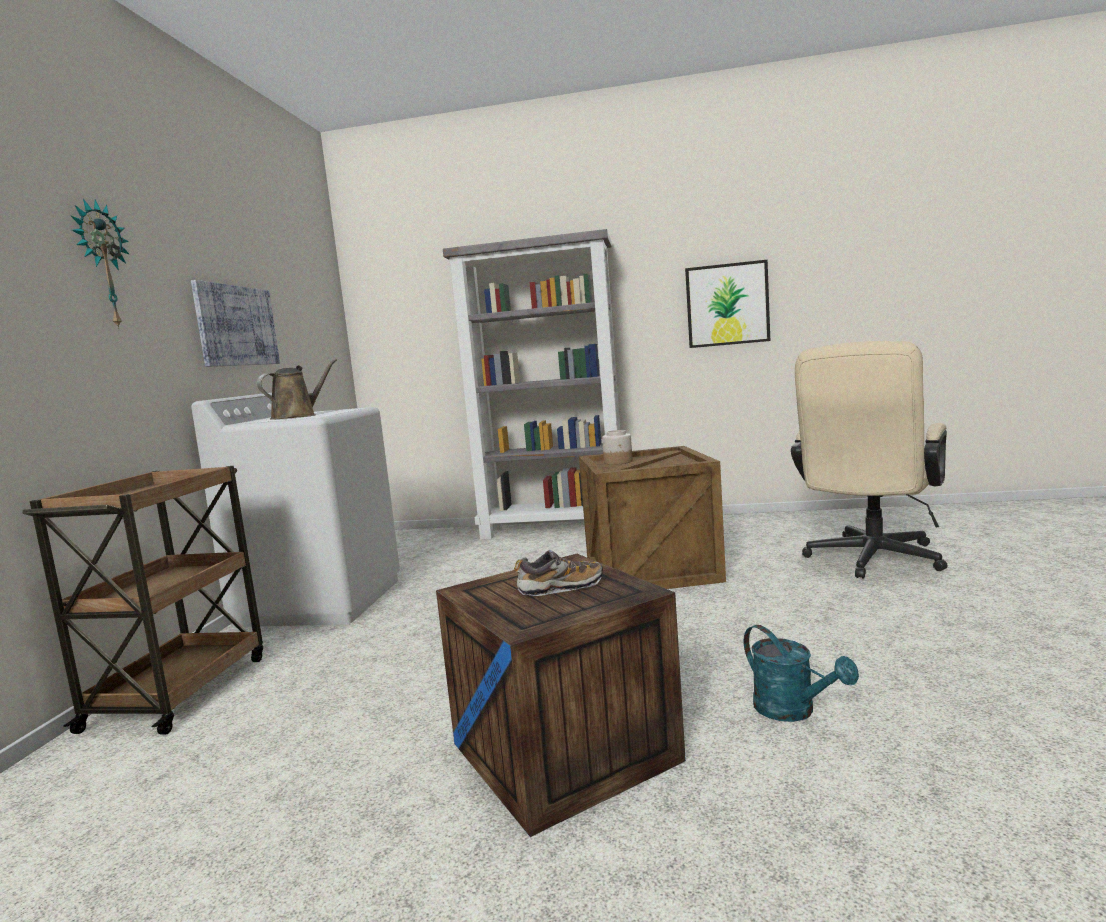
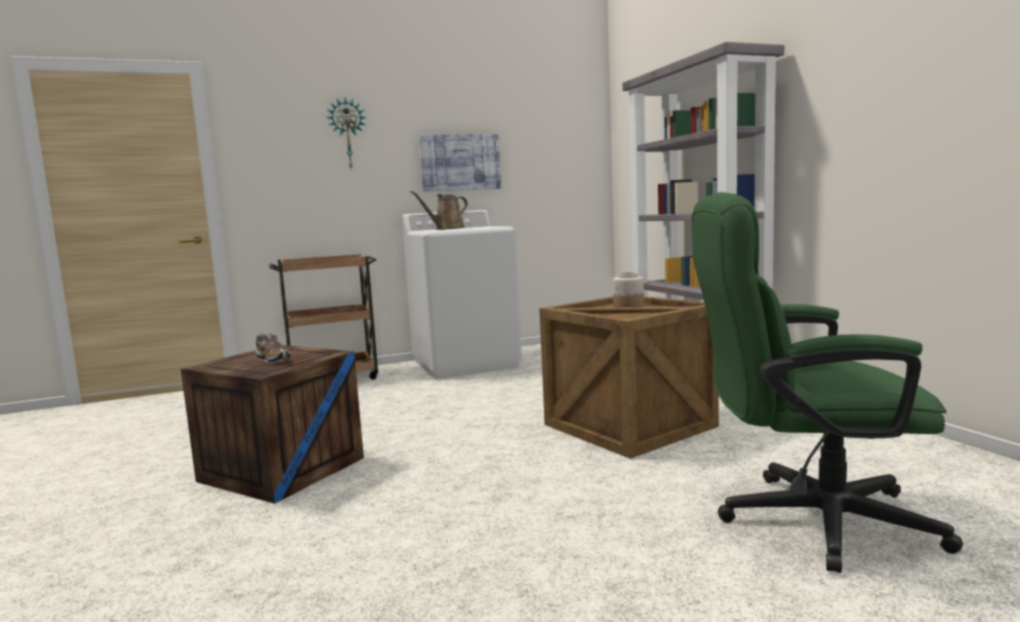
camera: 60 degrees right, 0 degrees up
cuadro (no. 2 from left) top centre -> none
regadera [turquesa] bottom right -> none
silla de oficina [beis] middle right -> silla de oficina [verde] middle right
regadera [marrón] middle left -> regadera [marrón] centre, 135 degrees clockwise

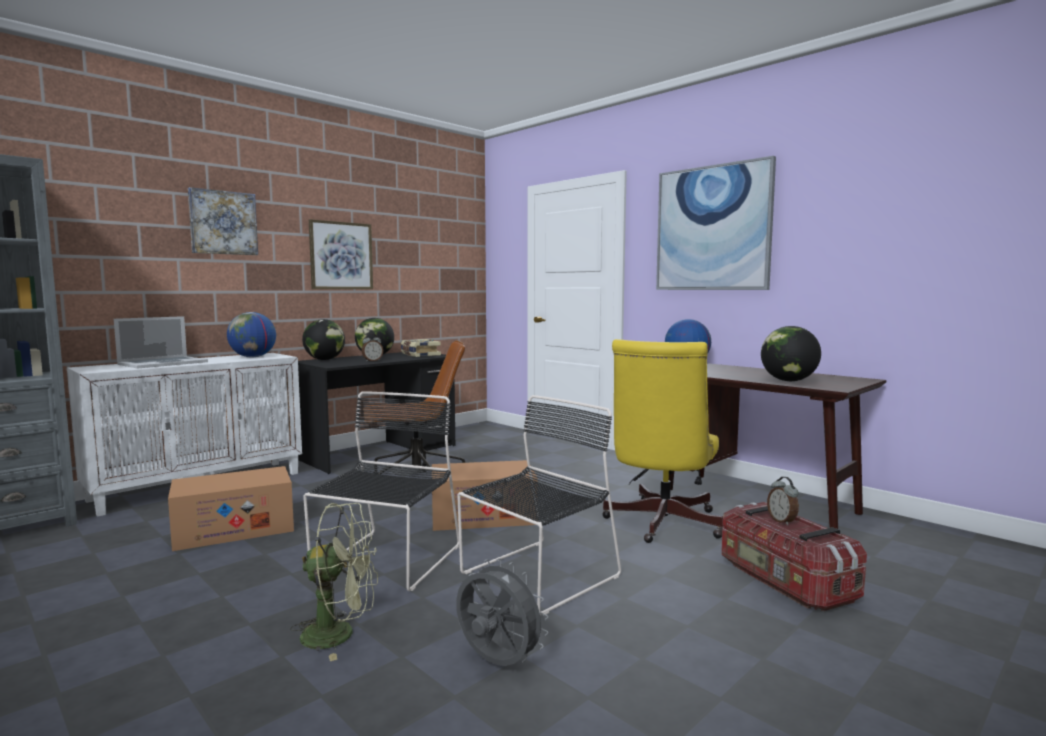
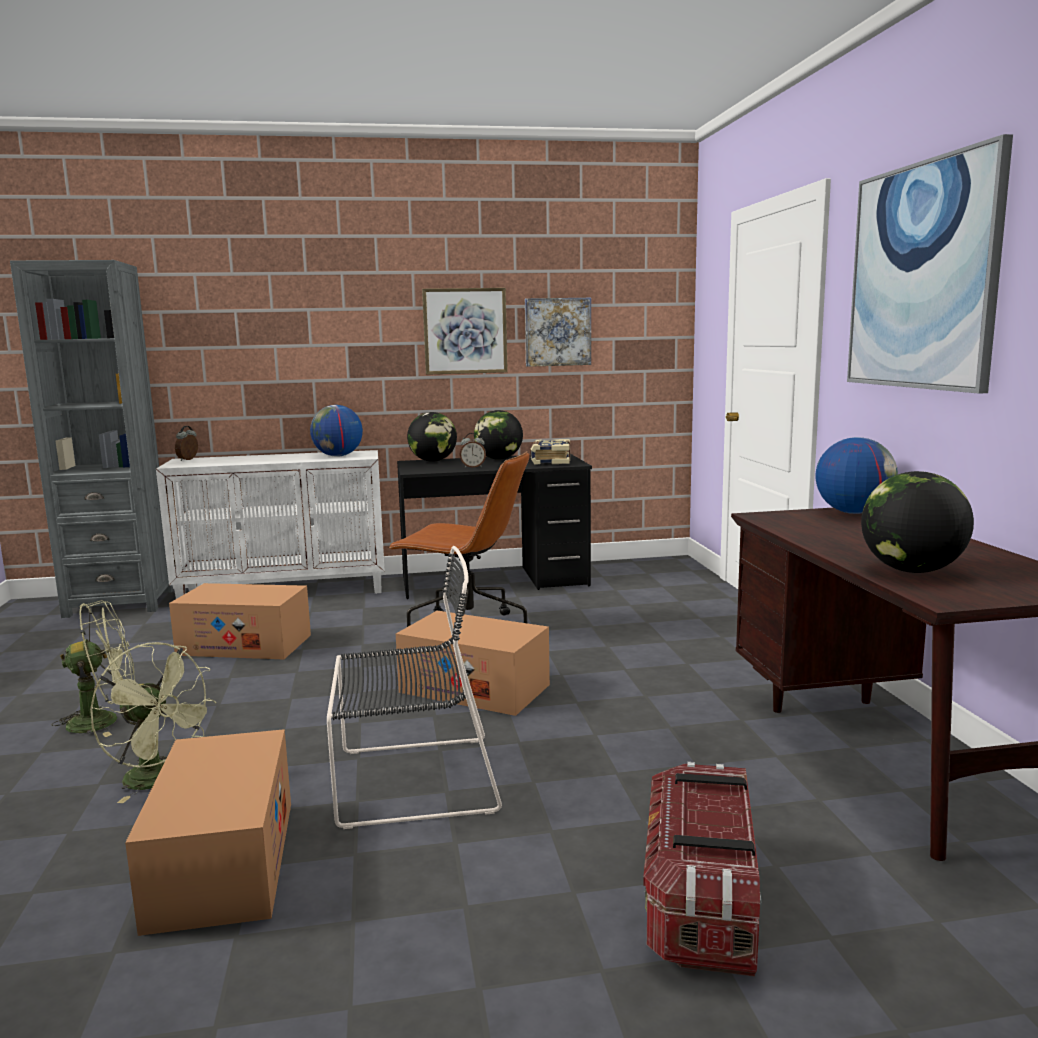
camera: 35 degrees right, 5 degrees up
portátil middle left -> none
silla [negro] (no. 1 from left) bottom centre -> none
silla de oficina [amarillo] centre -> none
none -> ventilador [verde] (no. 1 from left) middle left
cuadro (no. 1 from left in the first image) top left -> cuadro (no. 2 from left) top centre, relocated
despertador (no. 2 from left in the first image) bottom right -> despertador (no. 1 from left) middle left, relocated
ventilador [gris] bottom centre -> caja de cartón (no. 1 from left) bottom left

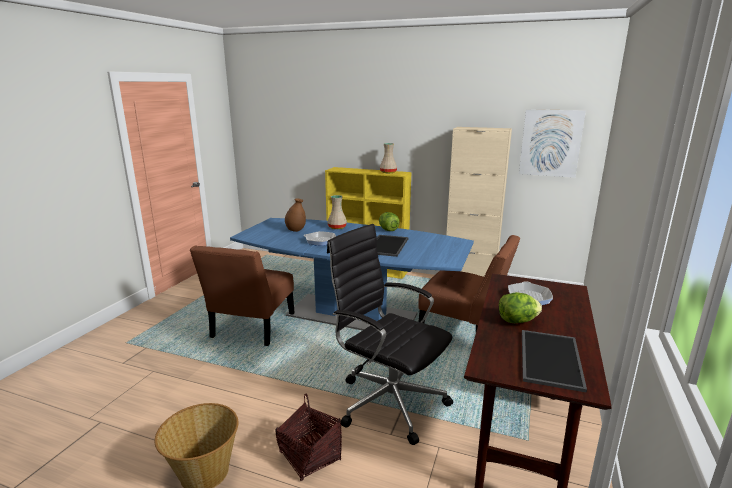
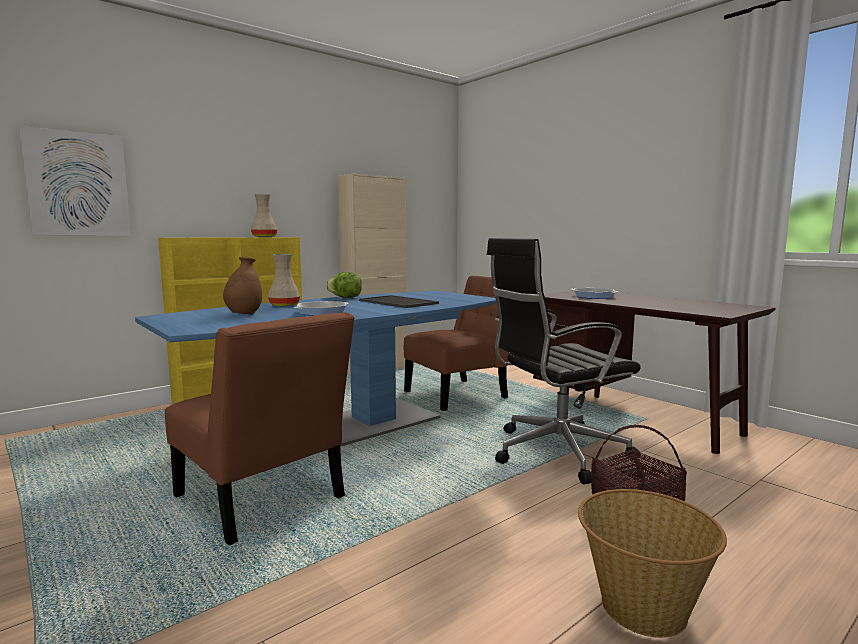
camera: 60 degrees left, 10 degrees down
lechuga (no. 2 from left) middle right -> none
bandeja (no. 2 from left) bottom right -> none
cuadro top right -> cuadro top left, relocated

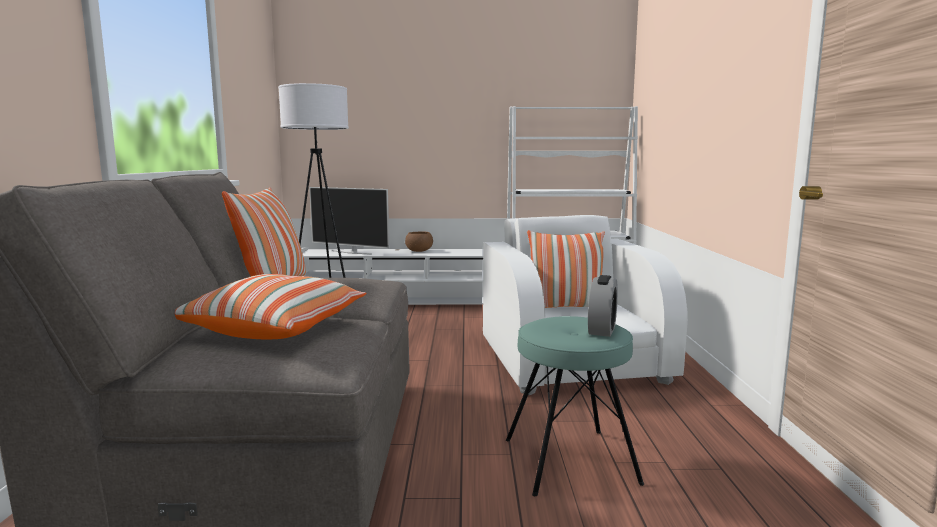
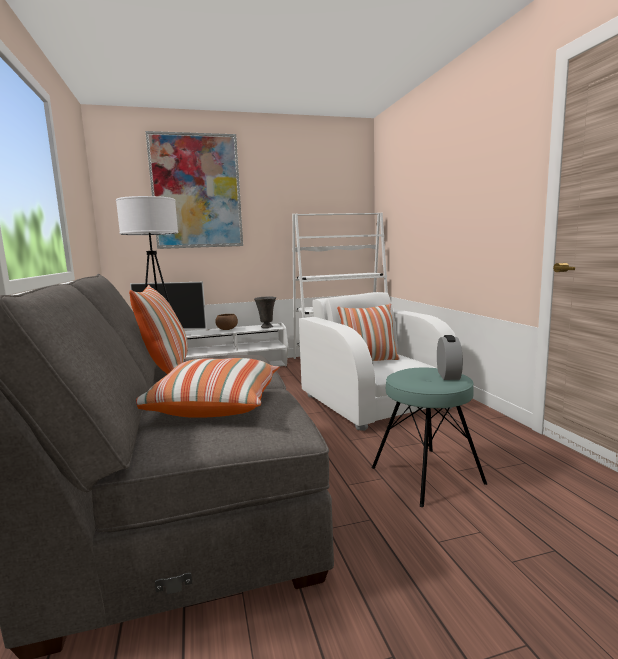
camera: 15 degrees left, 0 degrees up
none -> cuadro top left
none -> florero [gris] centre

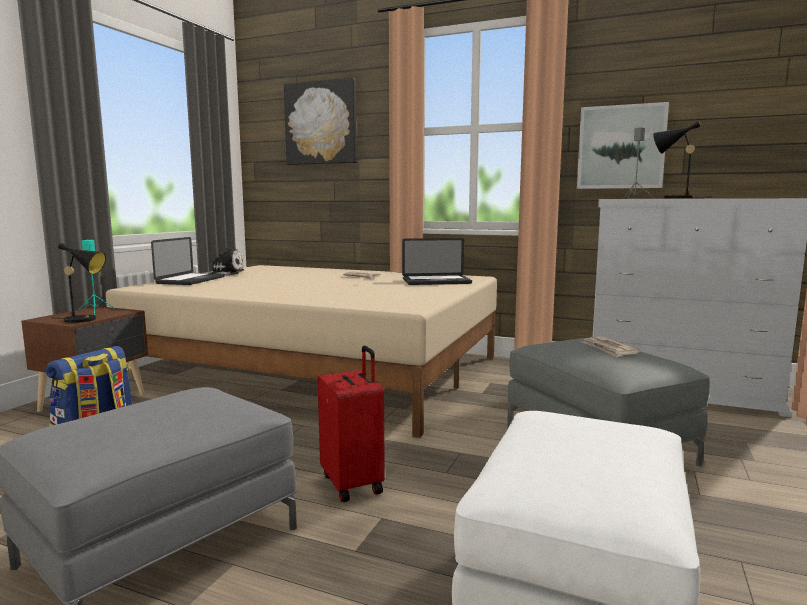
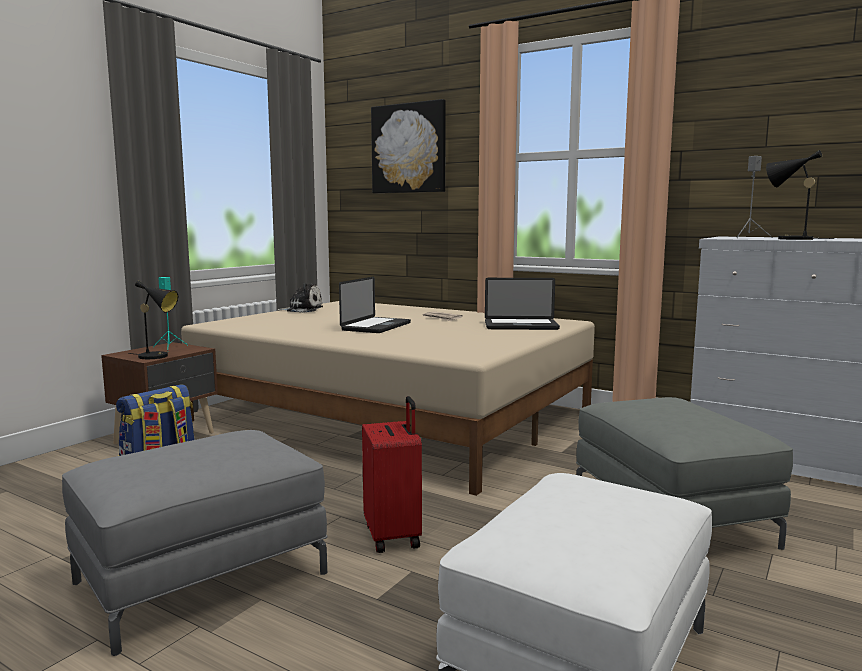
camera: 10 degrees right, 0 degrees up
cuadro (no. 2 from left) top right -> none
periódico (no. 2 from left) middle right -> none
portátil (no. 1 from left) middle left -> portátil (no. 1 from left) centre, relocated

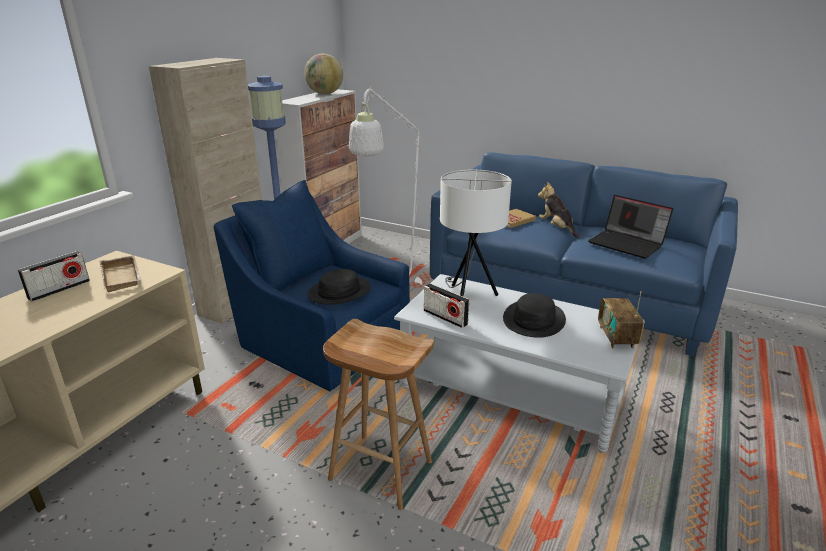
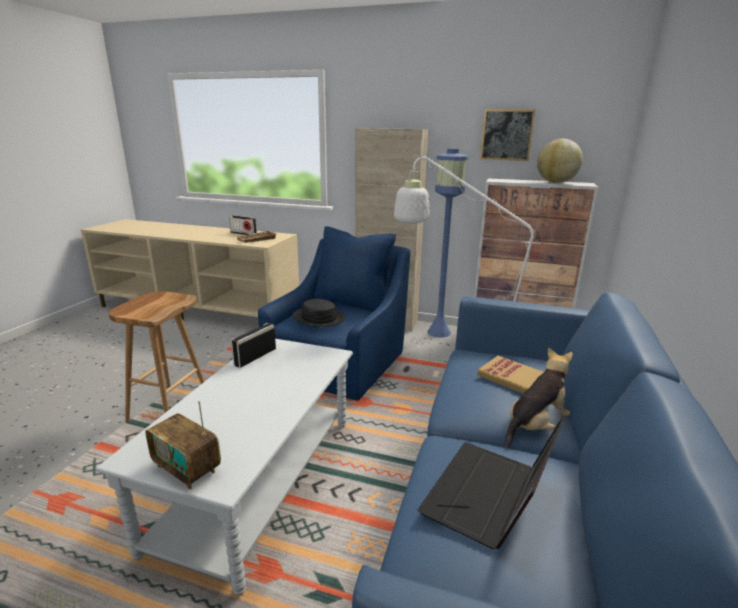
camera: 80 degrees right, 5 degrees down
lámpara de mesa [blanco] centre -> none
sombrero [negro] (no. 2 from left) centre -> none
none -> cuadro top right
radio (no. 3 from left in the first image) middle right -> radio (no. 1 from left) bottom left, 135 degrees counterclockwise

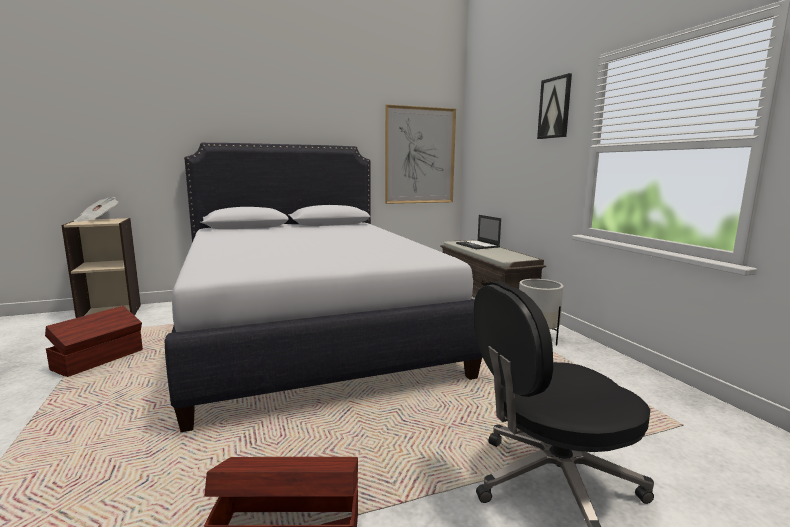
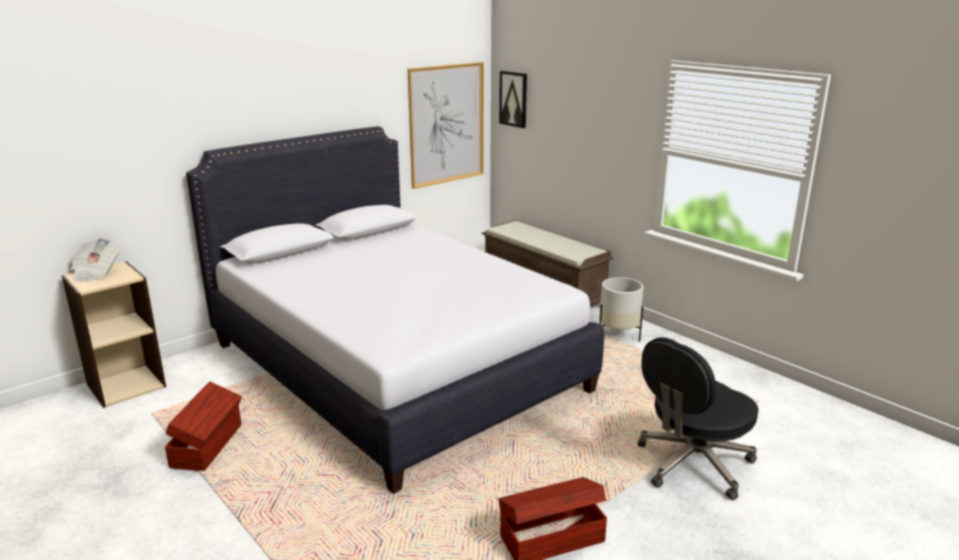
camera: 20 degrees left, 10 degrees up
portátil centre -> none
cuadro (no. 2 from left) top right -> cuadro (no. 2 from left) top centre, relocated

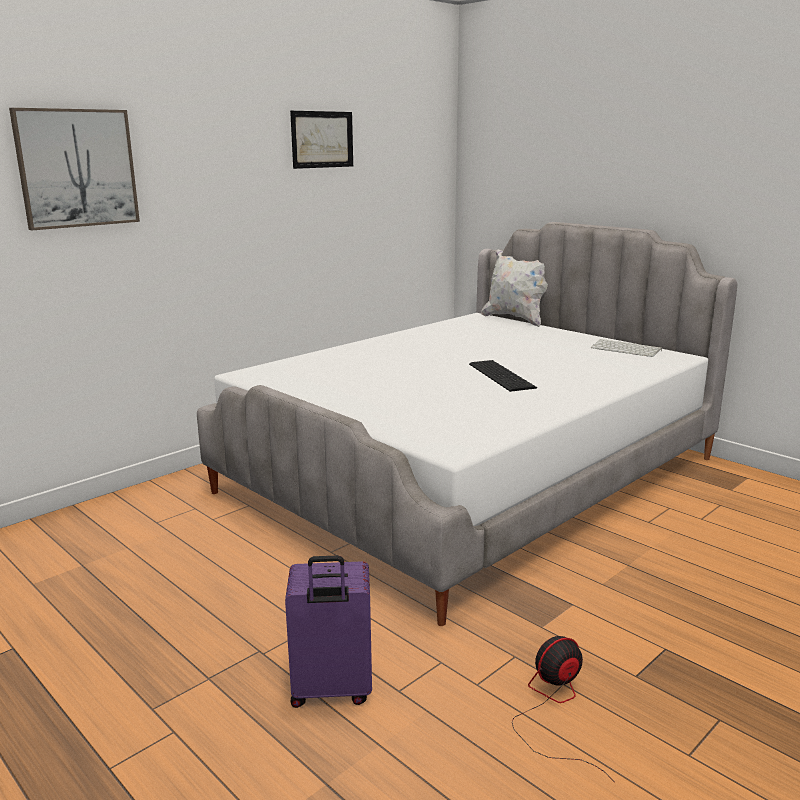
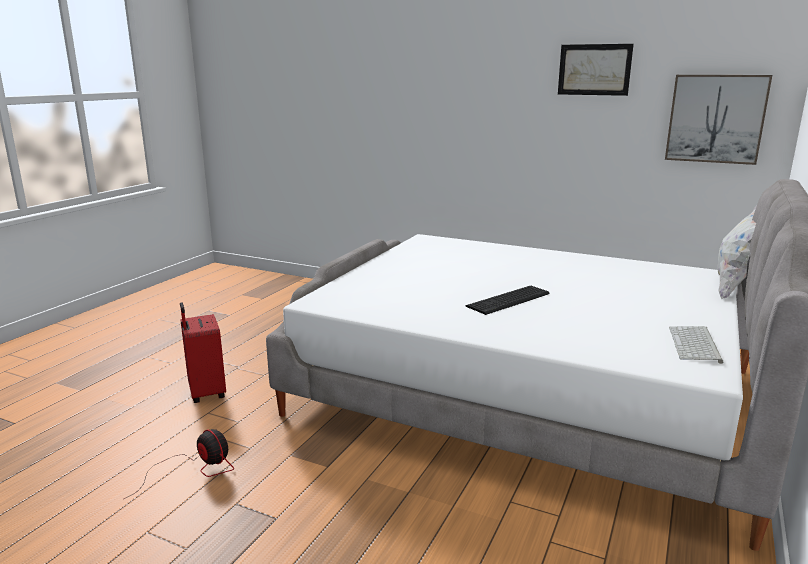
camera: 70 degrees right, 0 degrees up
cuadro (no. 1 from left in the first image) top left -> cuadro (no. 2 from left) top right, relocated
maleta [morado] bottom centre -> maleta [rojo] middle left

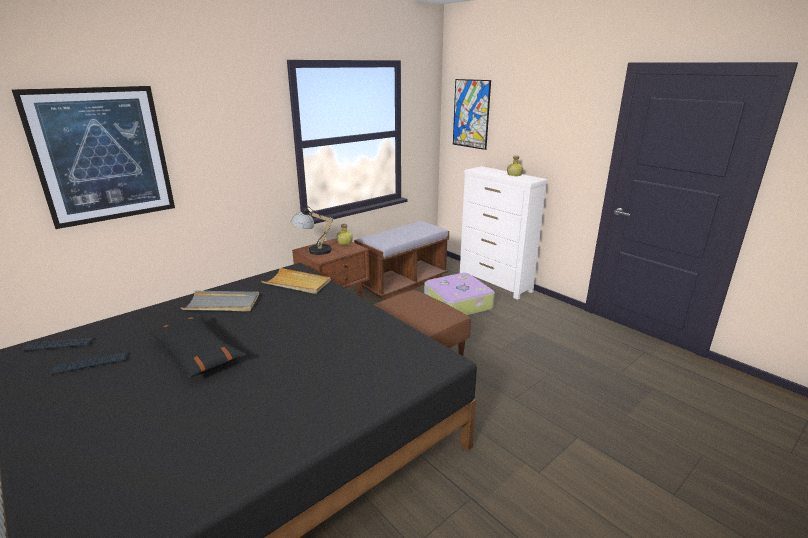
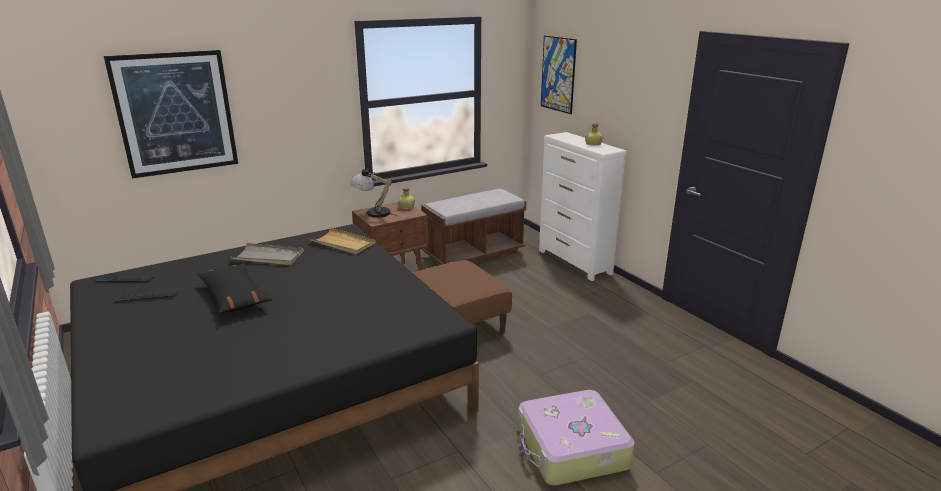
camera: 10 degrees right, 0 degrees up
maleta centre -> maleta bottom centre, relocated

